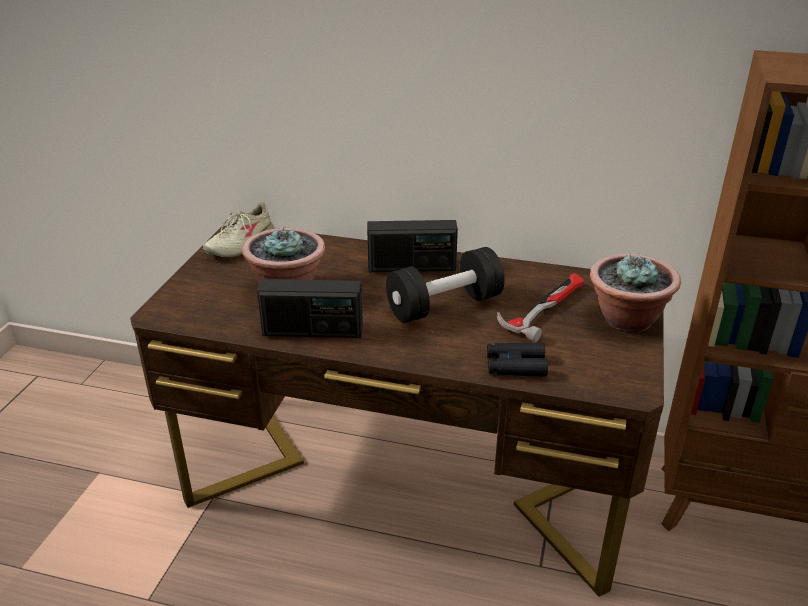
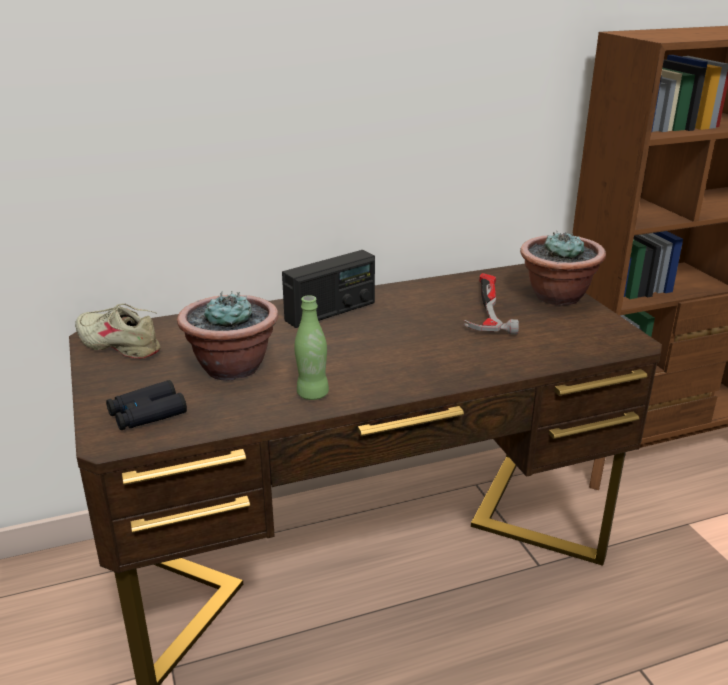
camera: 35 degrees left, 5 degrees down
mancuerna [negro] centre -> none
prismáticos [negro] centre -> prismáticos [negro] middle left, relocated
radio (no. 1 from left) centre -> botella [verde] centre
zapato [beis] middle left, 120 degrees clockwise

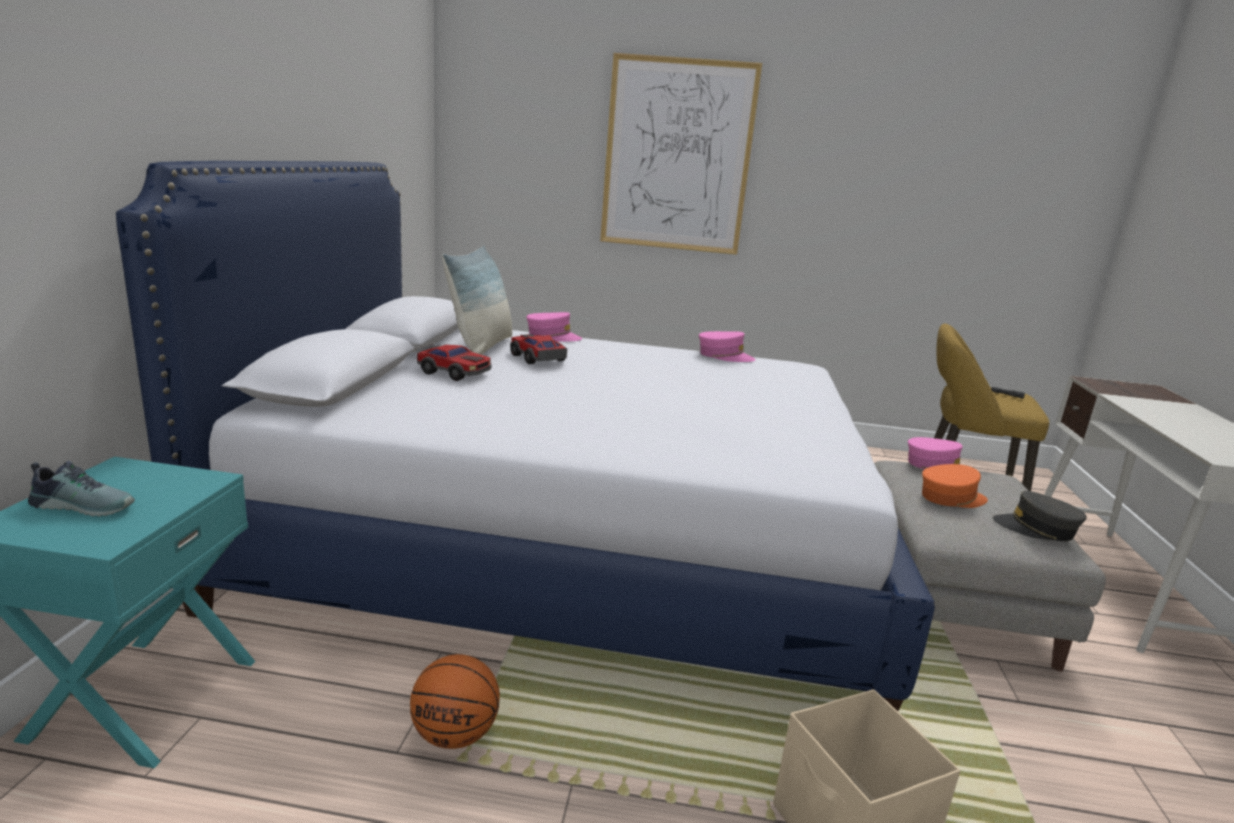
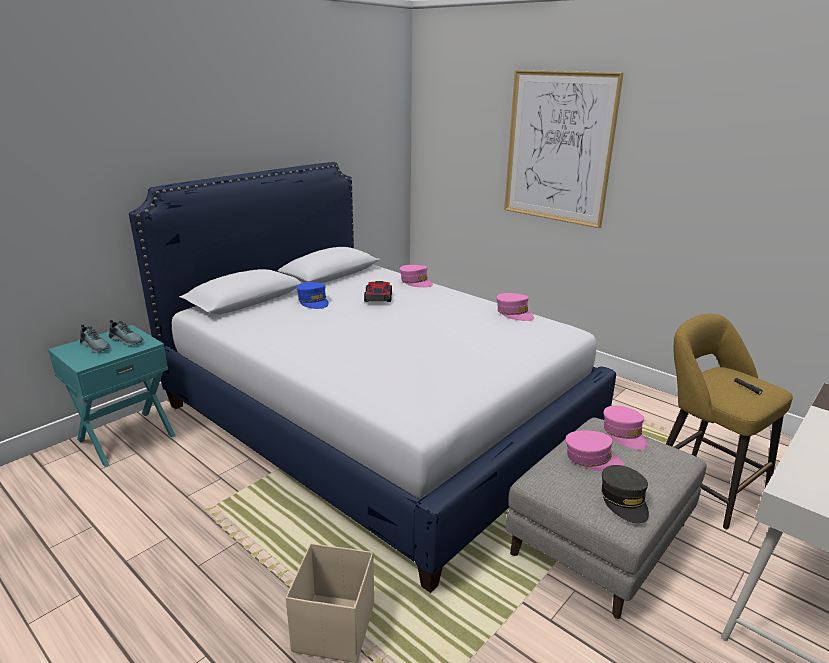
camera: 35 degrees right, 5 degrees up
balón de baloncesto bottom centre -> none
cojín centre -> none
none -> zapato (no. 2 from left) middle left
coche de juguete (no. 1 from left) centre -> gorra [azul] centre
gorra [naranja] middle right -> gorra [rosa] (no. 3 from left) bottom right
gorra [gris] middle right -> gorra [gris] bottom right, 150 degrees counterclockwise

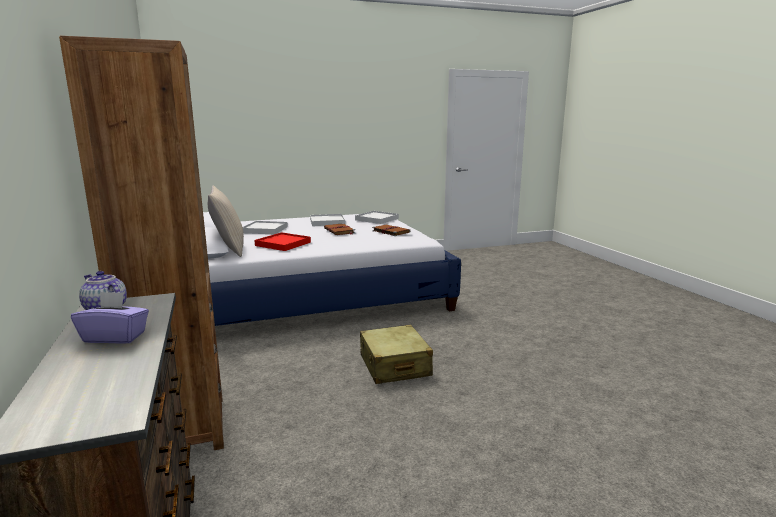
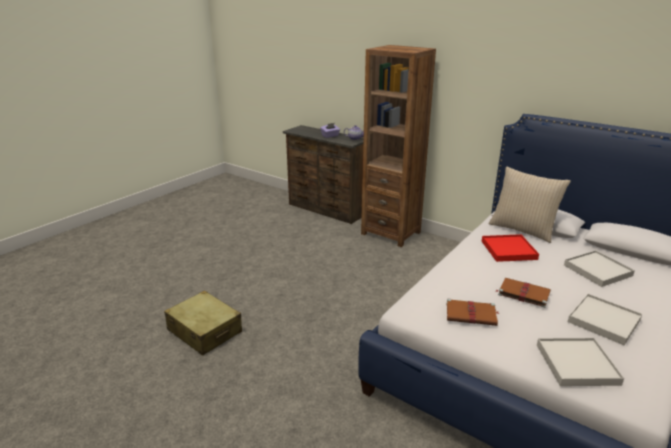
camera: 145 degrees right, 10 degrees up
maleta [beis] bottom centre -> maleta [beis] bottom left, relocated

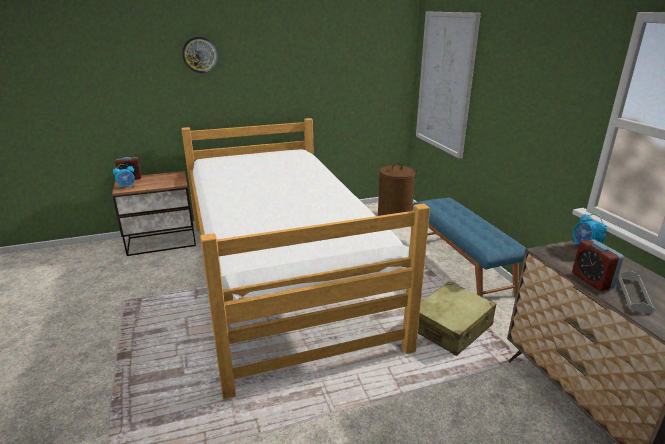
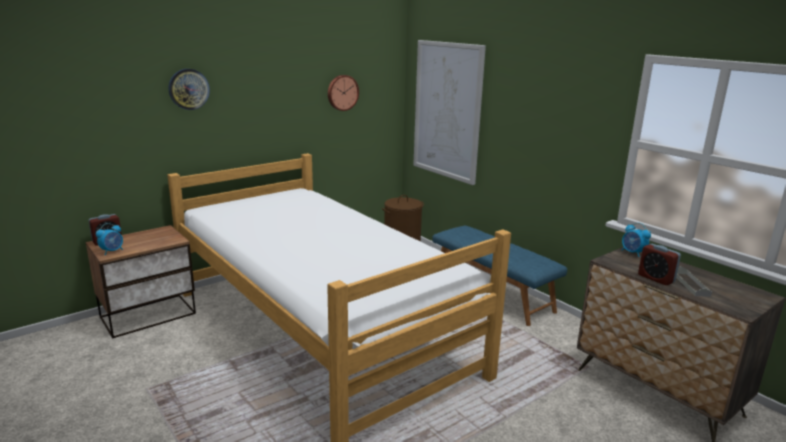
camera: 20 degrees left, 5 degrees down
maleta [beis] bottom right -> none
none -> reloj de pared (no. 2 from left) top centre

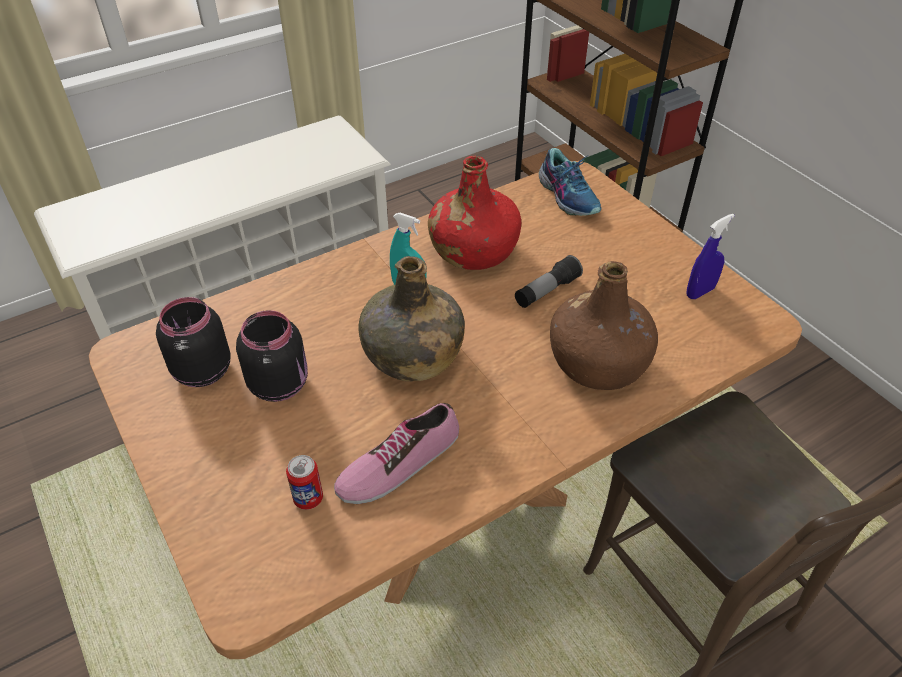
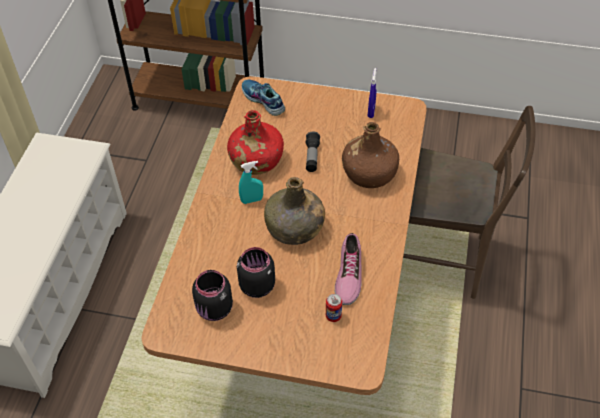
camera: 45 degrees left, 5 degrees up
zapato (no. 2 from left in the first image) top centre -> zapato (no. 1 from left) top centre, 150 degrees counterclockwise

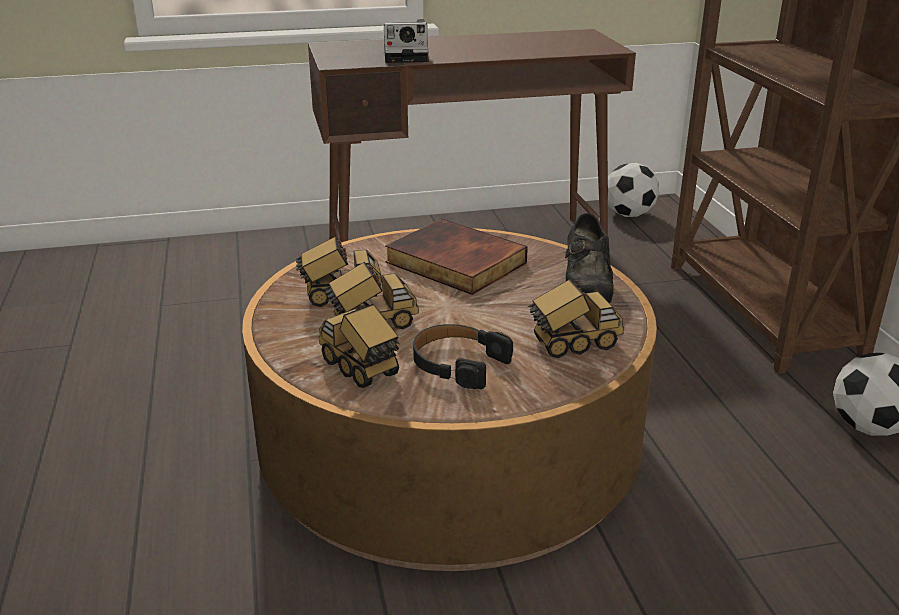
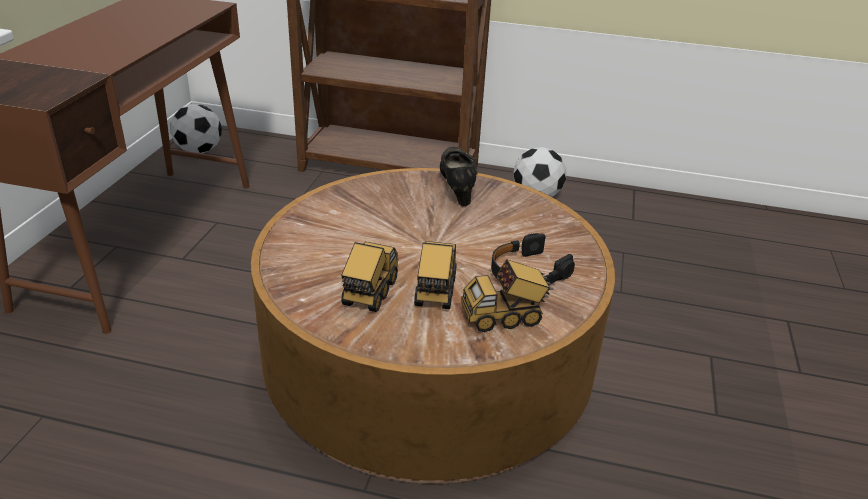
camera: 65 degrees left, 5 degrees up
cámara top centre -> none
libro centre -> none
camión de juguete (no. 4 from left) centre -> none
zapato [negro] centre, 120 degrees counterclockwise

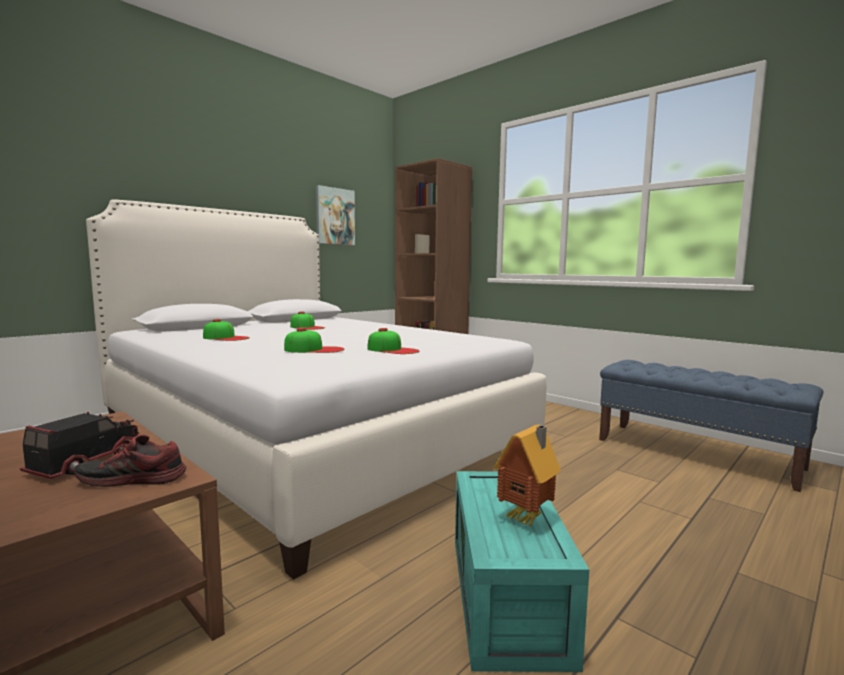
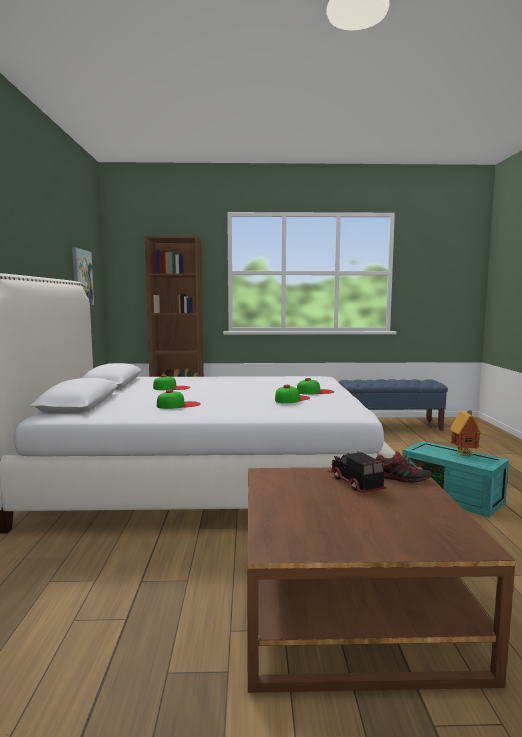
camera: 45 degrees left, 0 degrees up
zapato bottom left -> zapato middle right, 105 degrees counterclockwise

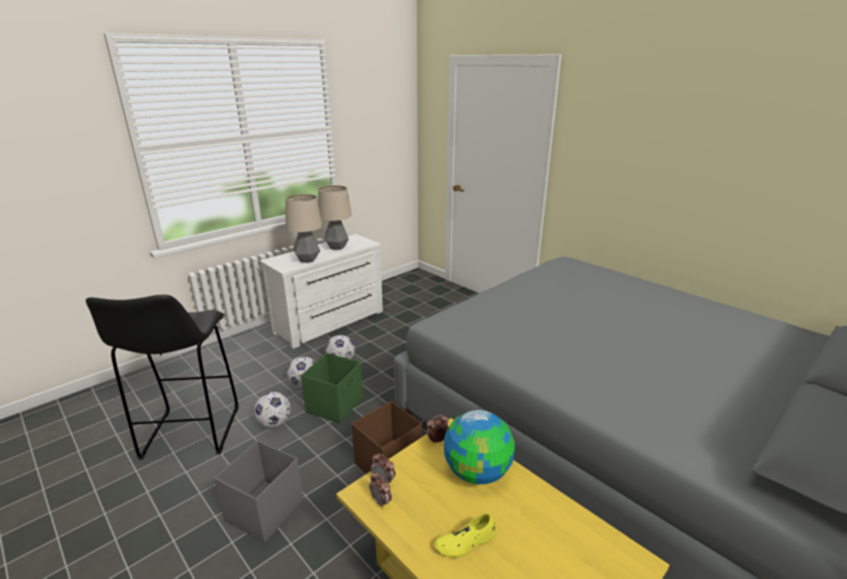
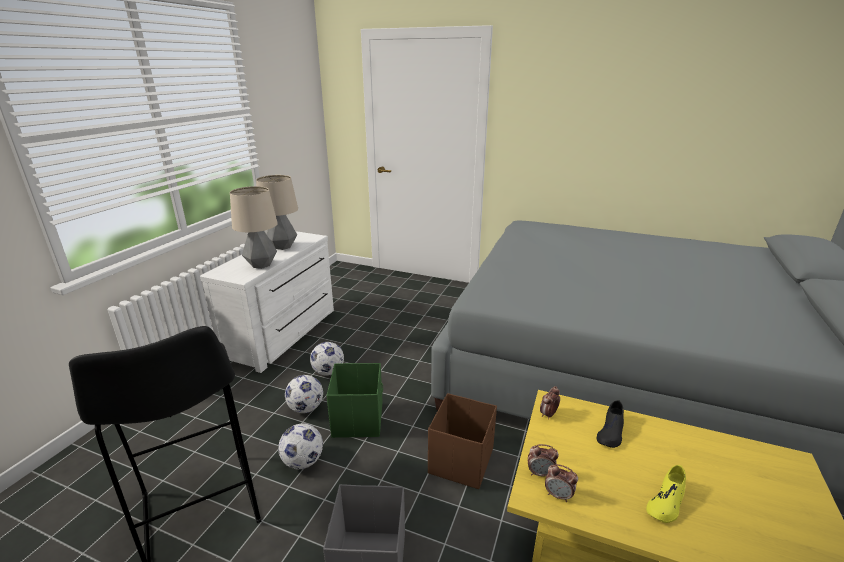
camera: 25 degrees left, 0 degrees up
globo terráqueo bottom centre -> zapato [negro] bottom right

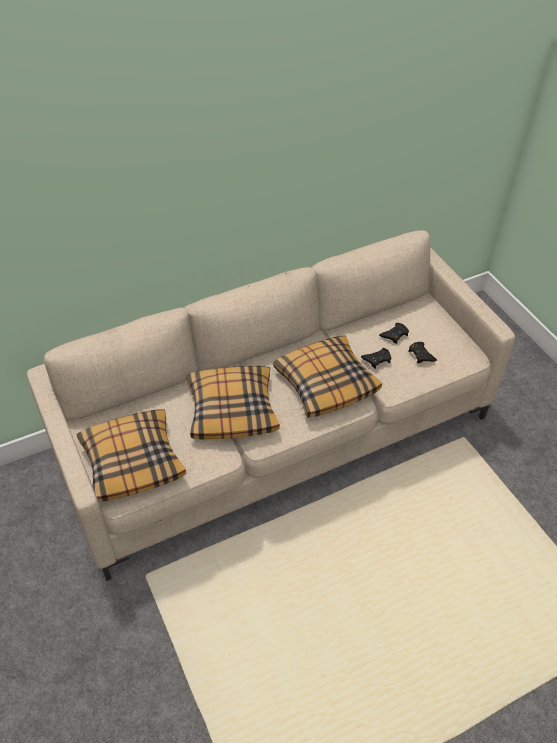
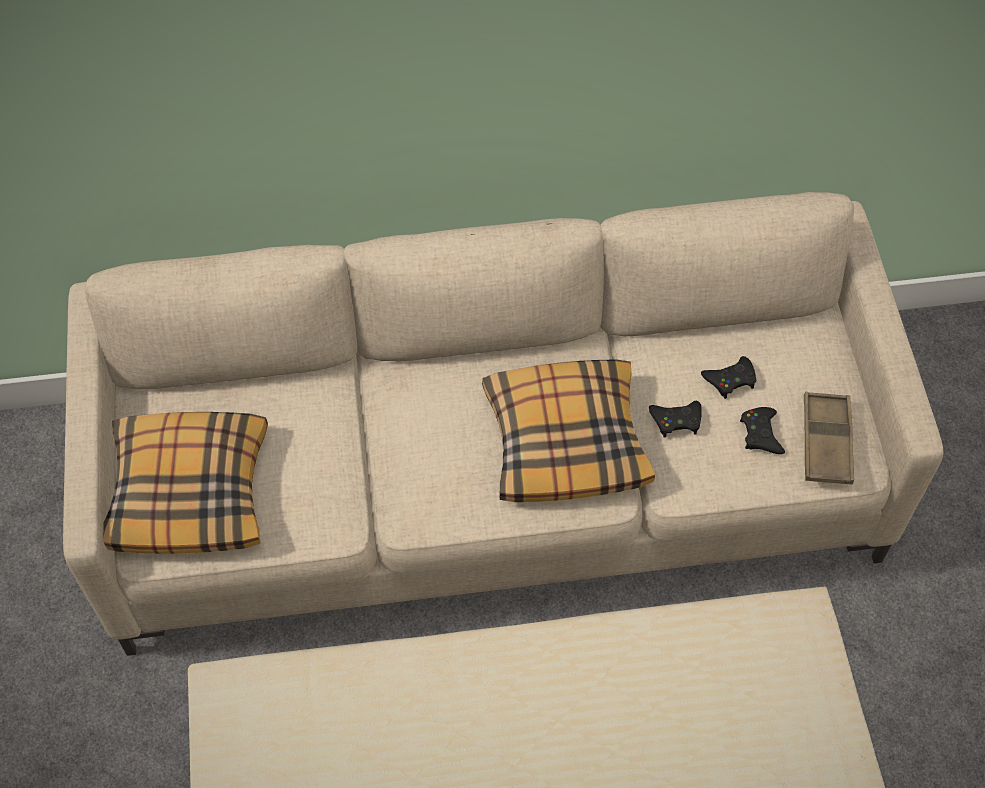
camera: 20 degrees right, 10 degrees up
cojín (no. 2 from left) centre -> none
none -> bandeja [marrón] middle right

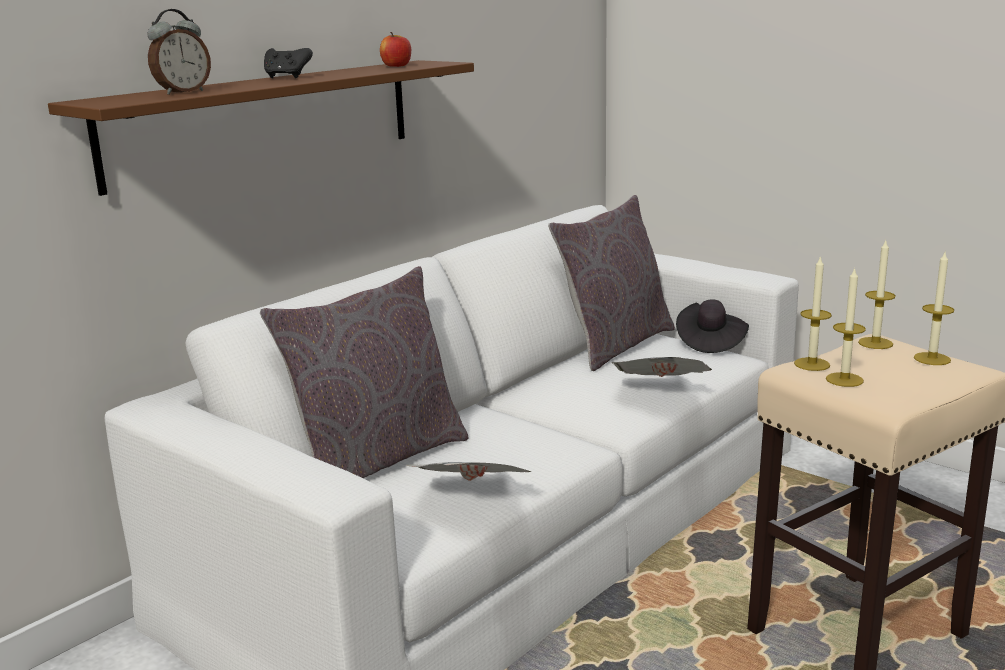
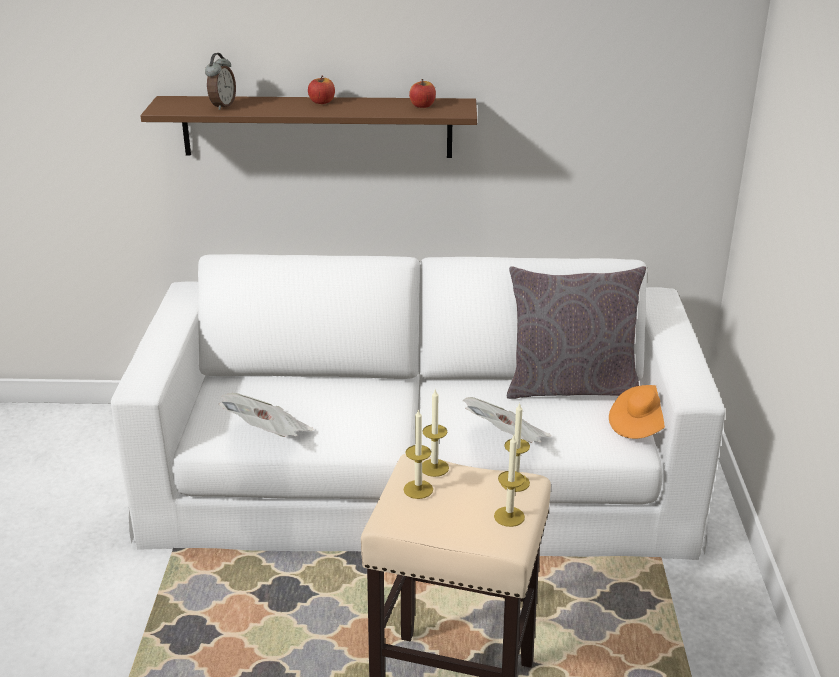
camera: 50 degrees right, 10 degrees up
cojín [gris] (no. 1 from left) centre -> none
mando de consola [negro] top left -> manzana (no. 1 from left) top centre
sombrero [negro] middle right -> sombrero [naranja] middle right
despertador top left, 75 degrees counterclockwise

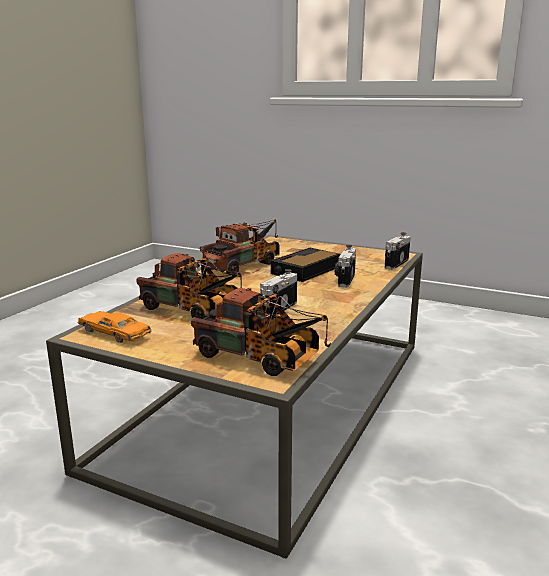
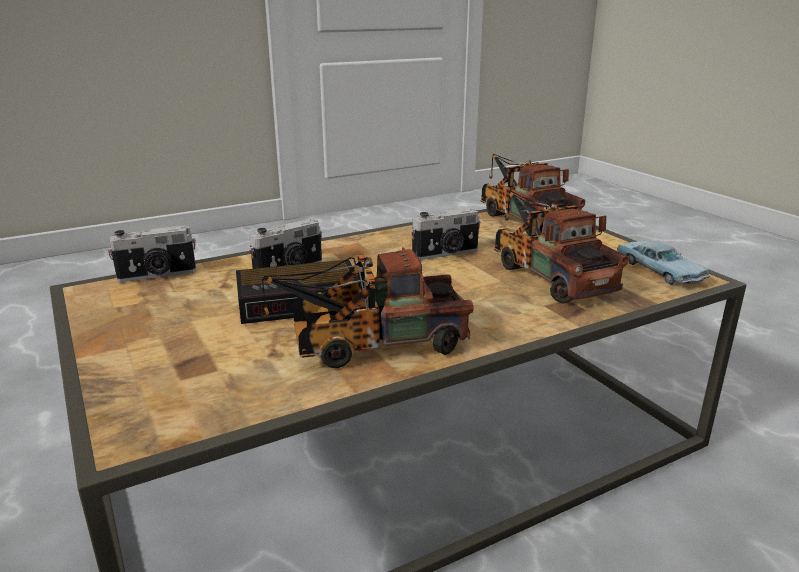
camera: 145 degrees left, 5 degrees up
coche de juguete [naranja] middle left -> coche de juguete [azul] middle right

